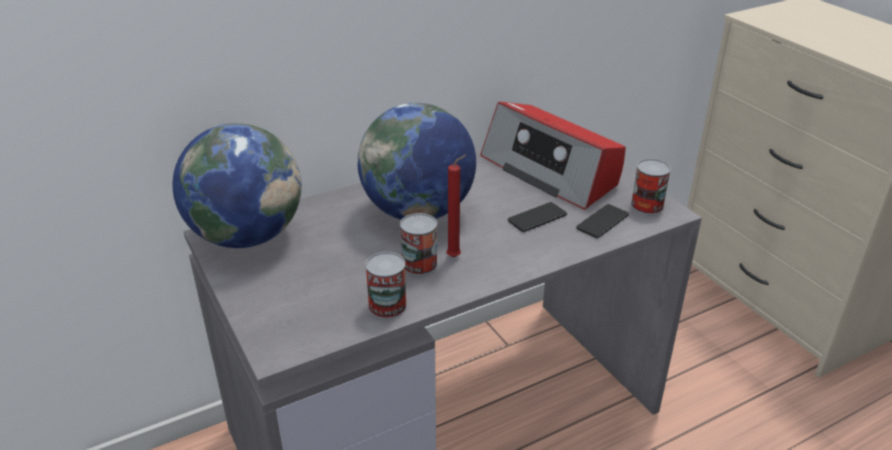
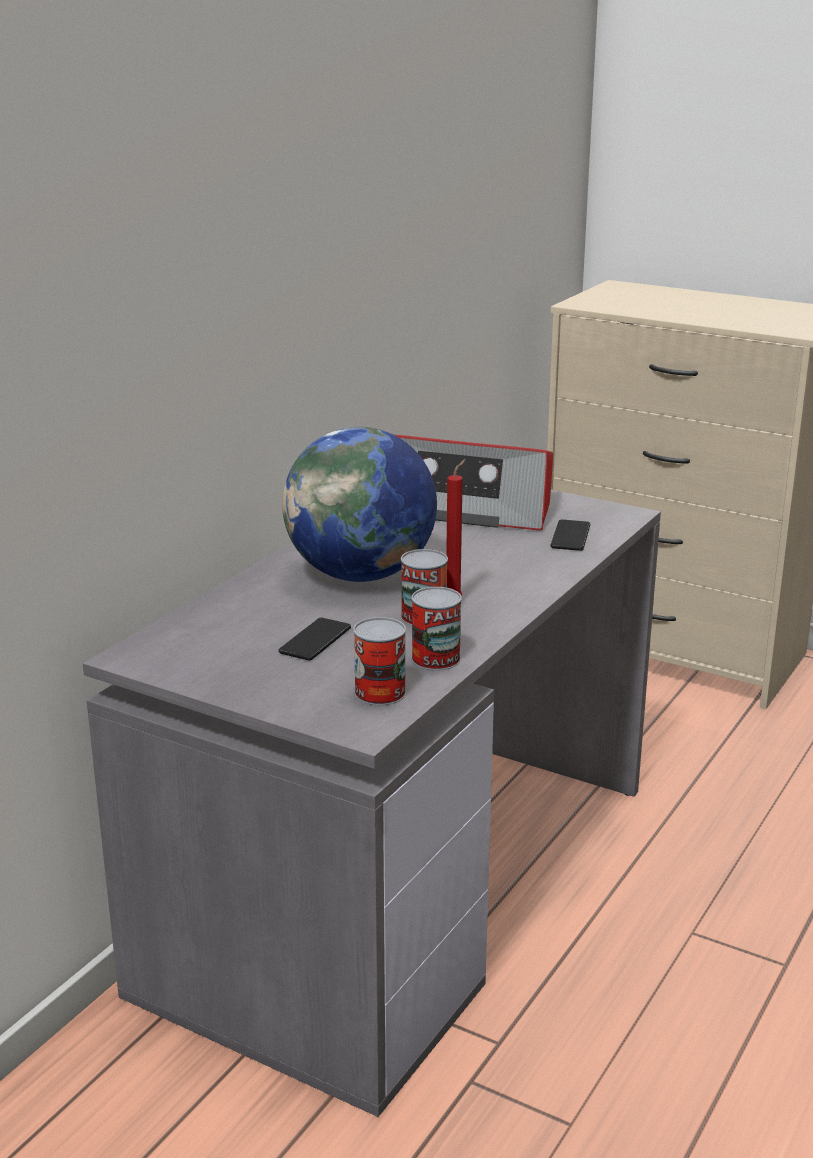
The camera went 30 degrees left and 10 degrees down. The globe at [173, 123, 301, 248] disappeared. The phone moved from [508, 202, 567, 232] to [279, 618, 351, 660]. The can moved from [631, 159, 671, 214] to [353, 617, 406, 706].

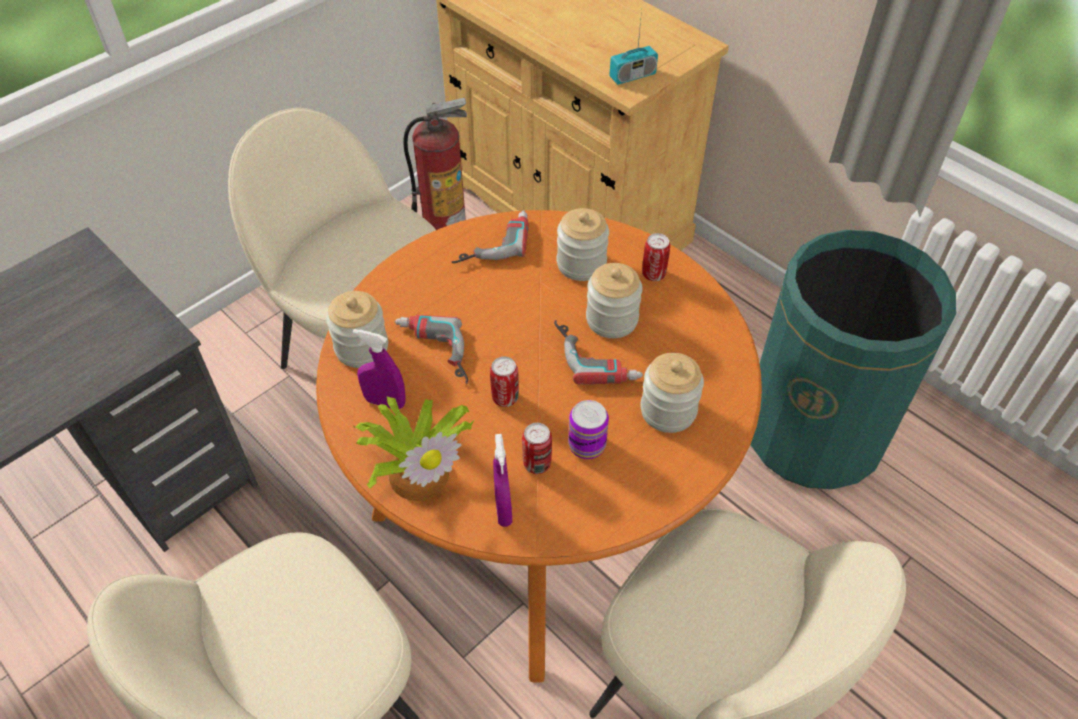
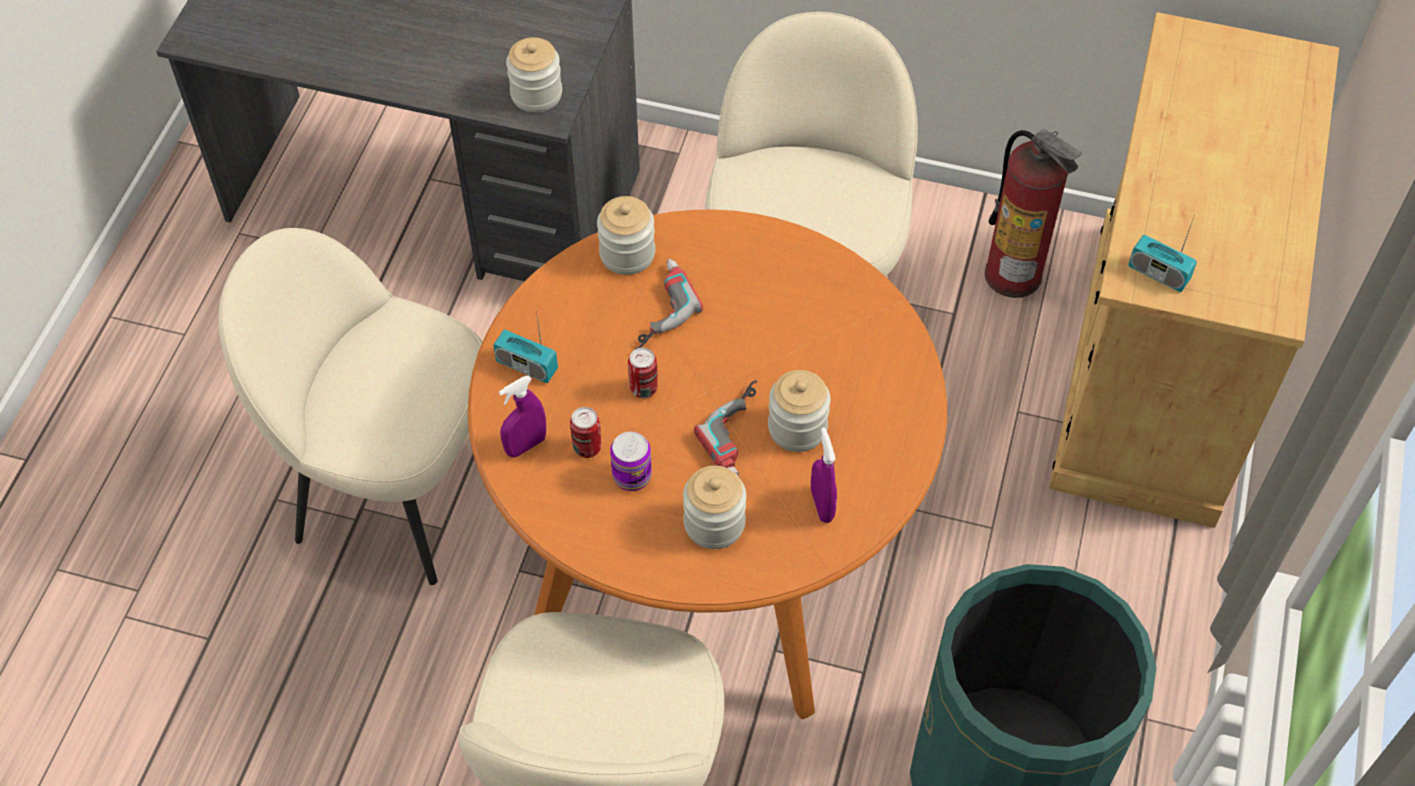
The camera went 60 degrees right and 5 degrees up. The spray bottle (purple) moved from [353, 329, 405, 409] to [811, 427, 837, 523]. The potted plant at [353, 397, 474, 501] was replaced by the radio at [493, 310, 558, 383]. The power drill at [452, 210, 529, 263] disappeared. The jar moved from [557, 208, 609, 281] to [506, 37, 562, 112]. The can at [642, 233, 670, 281] disappeared.

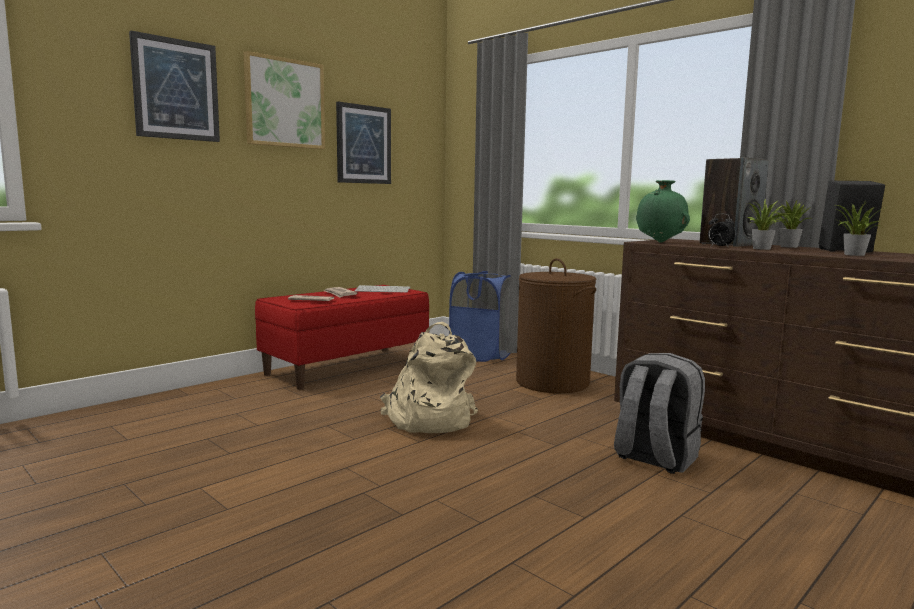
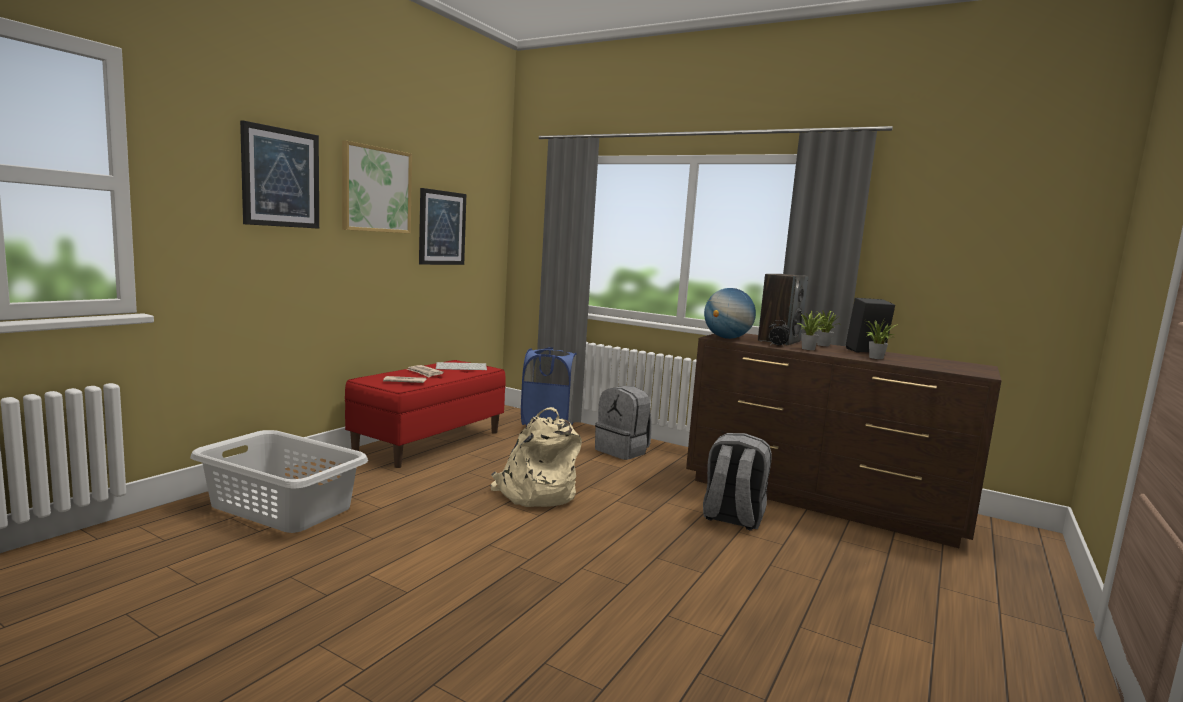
The camera went 15 degrees left and 0 degrees up. The laundry basket (brown) at [516, 258, 596, 393] was replaced by the backpack (grey) at [595, 386, 652, 460]. The vase (green) at [636, 180, 690, 242] was replaced by the globe at [704, 288, 756, 339]. The laundry basket (grey) at [190, 430, 368, 533] appeared.

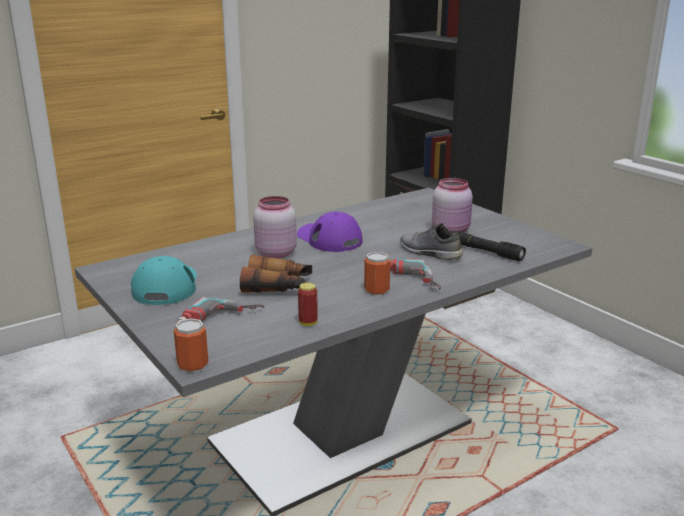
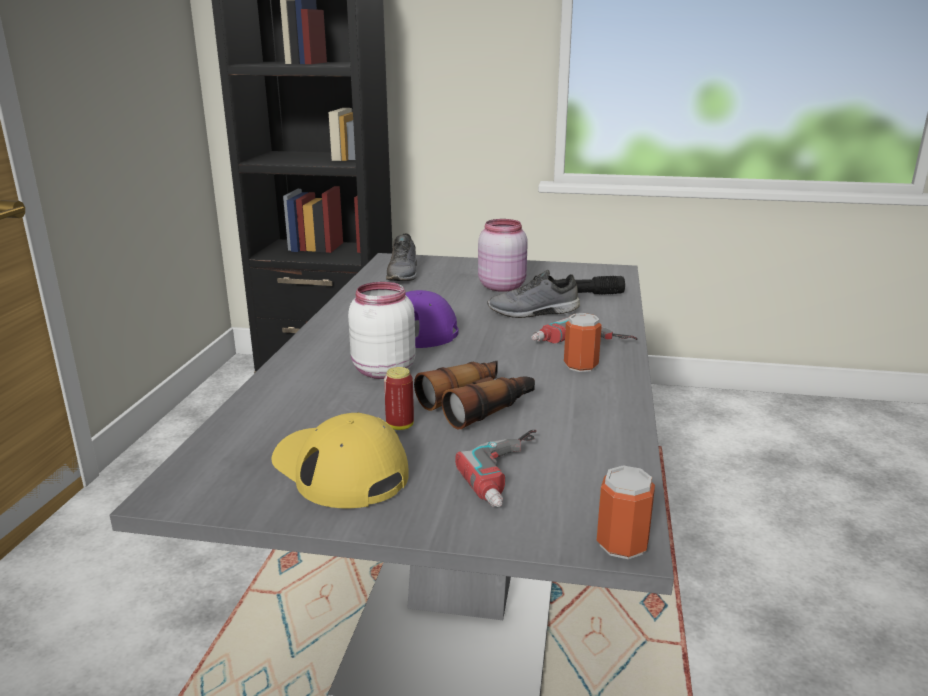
The camera went 45 degrees left and 0 degrees up. The cap (turquoise) at [131, 256, 197, 305] became the cap (yellow) at [271, 412, 409, 508]. The jar (pink) at [253, 196, 297, 259] became the jar (white) at [348, 282, 416, 379]. The can moved from [298, 283, 318, 326] to [384, 367, 414, 430]. The shoe (grey) at [386, 233, 417, 281] appeared.

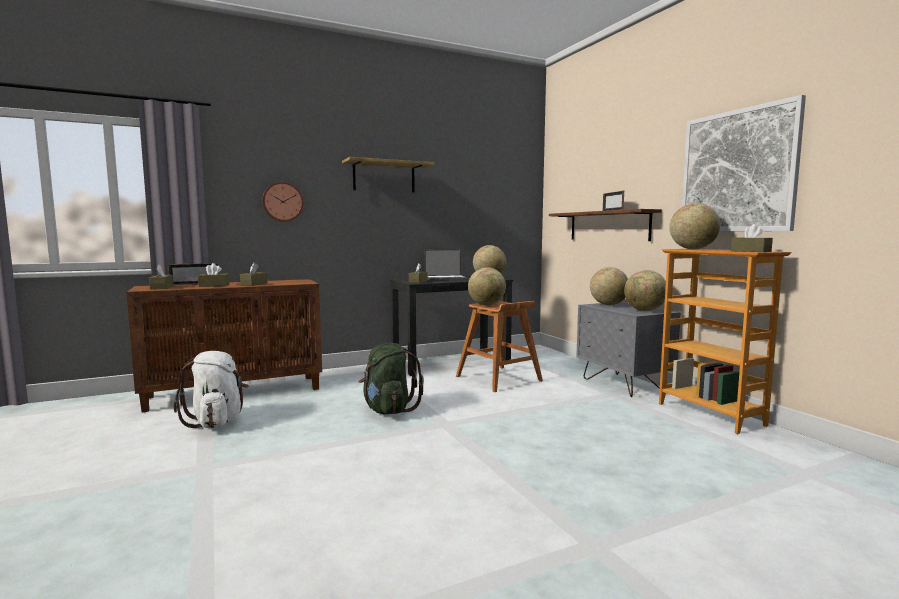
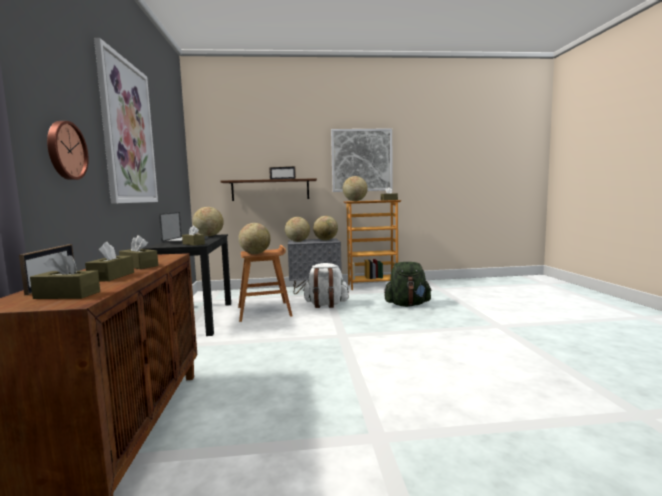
The camera went 70 degrees left and 0 degrees up. The backpack (white) moved from [174, 351, 249, 428] to [304, 263, 349, 308]. The shelf at [342, 157, 434, 192] was replaced by the picture at [94, 38, 158, 204]. The backpack (green) moved from [359, 343, 424, 414] to [384, 262, 432, 307].

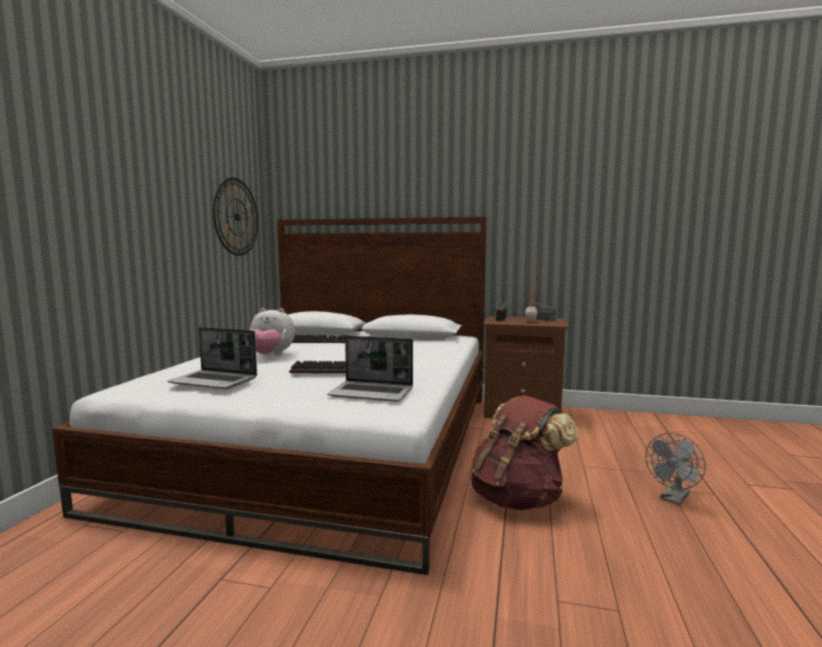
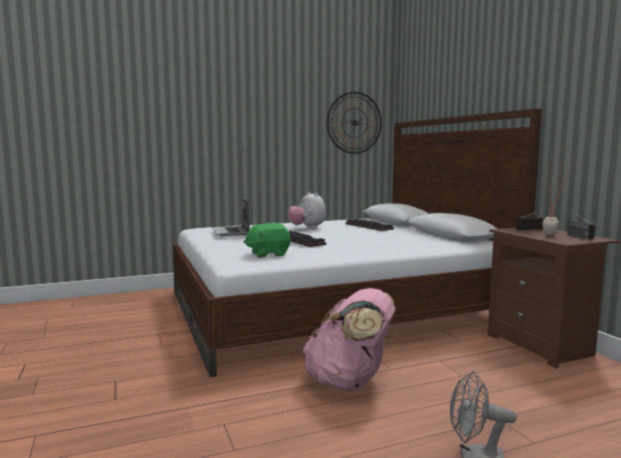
The camera went 55 degrees right and 0 degrees up. The laptop at [327, 336, 413, 402] was replaced by the plush toy (green) at [244, 223, 291, 258]. The backpack (brown) at [470, 396, 579, 510] became the backpack (pink) at [303, 288, 396, 391].

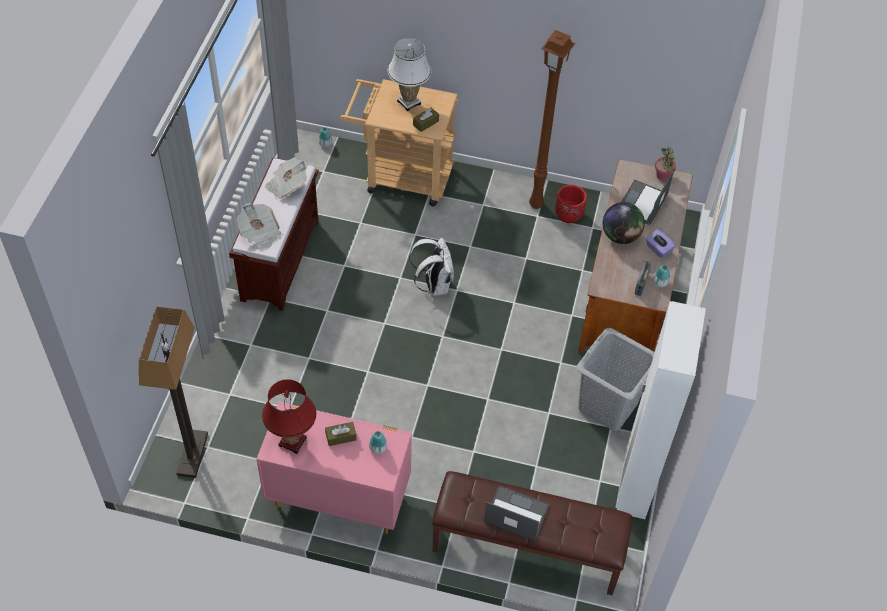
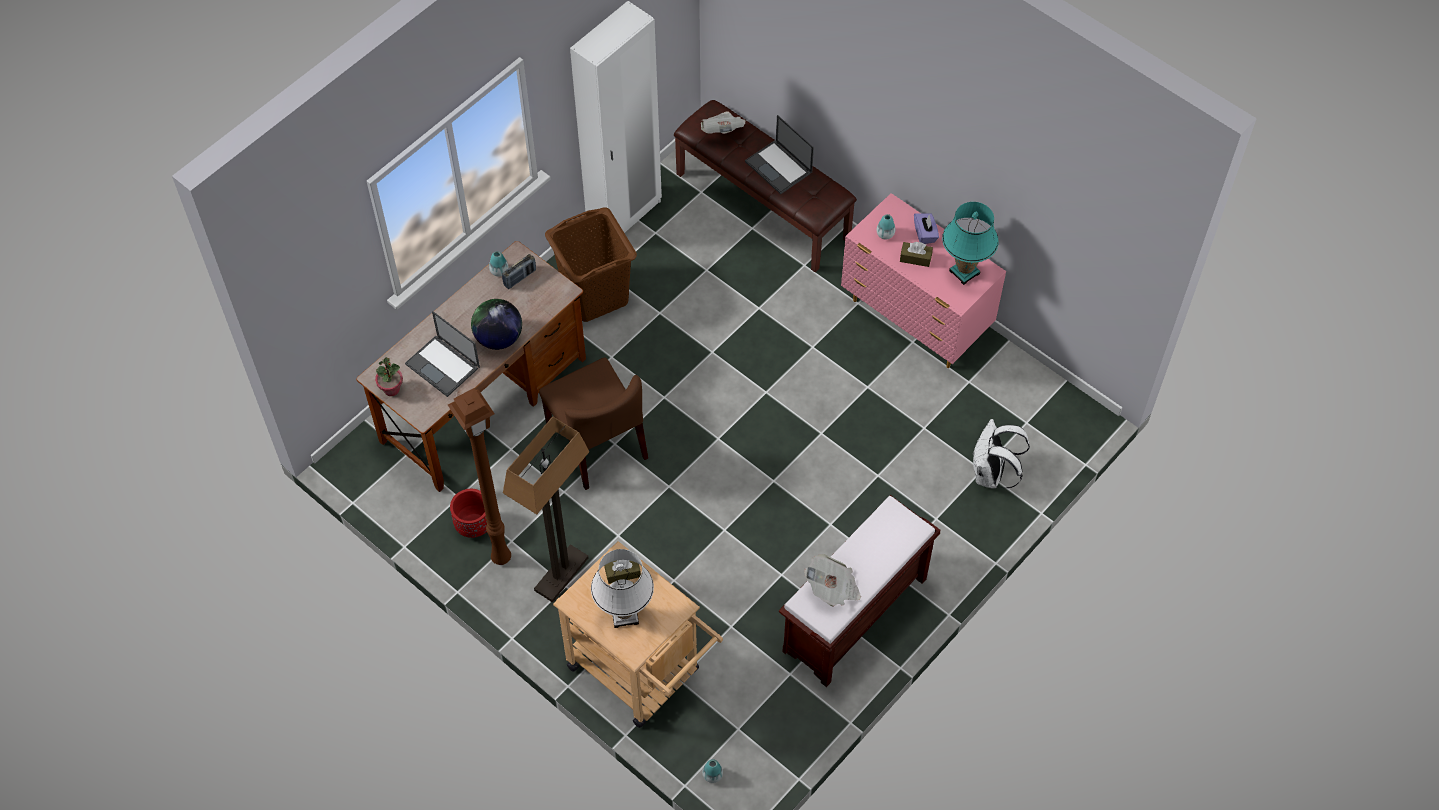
The camera went 150 degrees left and 5 degrees up. The floor lamp moved from [139, 306, 208, 478] to [503, 416, 589, 602]. The newspaper moved from [236, 203, 281, 250] to [701, 112, 746, 134]. The table lamp (red) at [262, 379, 316, 454] became the table lamp (turquoise) at [942, 202, 999, 285]. The backpack (white) moved from [409, 238, 454, 296] to [973, 419, 1030, 488]. The laundry basket (grey) at [577, 328, 655, 431] became the laundry basket (brown) at [545, 207, 637, 322]. The laptop at [621, 171, 674, 225] turned 75 degrees clockwise. The tissue box (purple) moved from [646, 229, 676, 258] to [914, 213, 939, 244]. The chair (brown) at [539, 358, 648, 490] appeared.

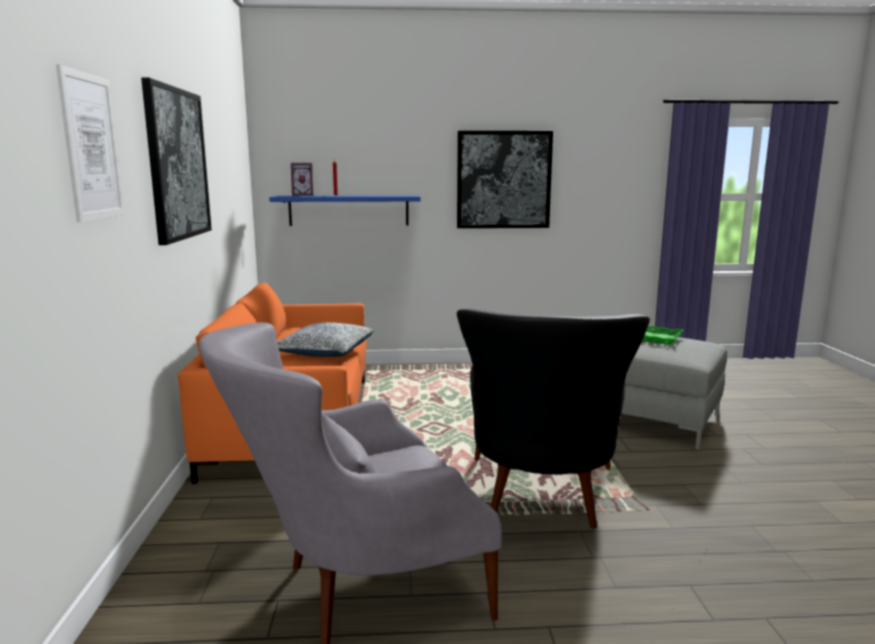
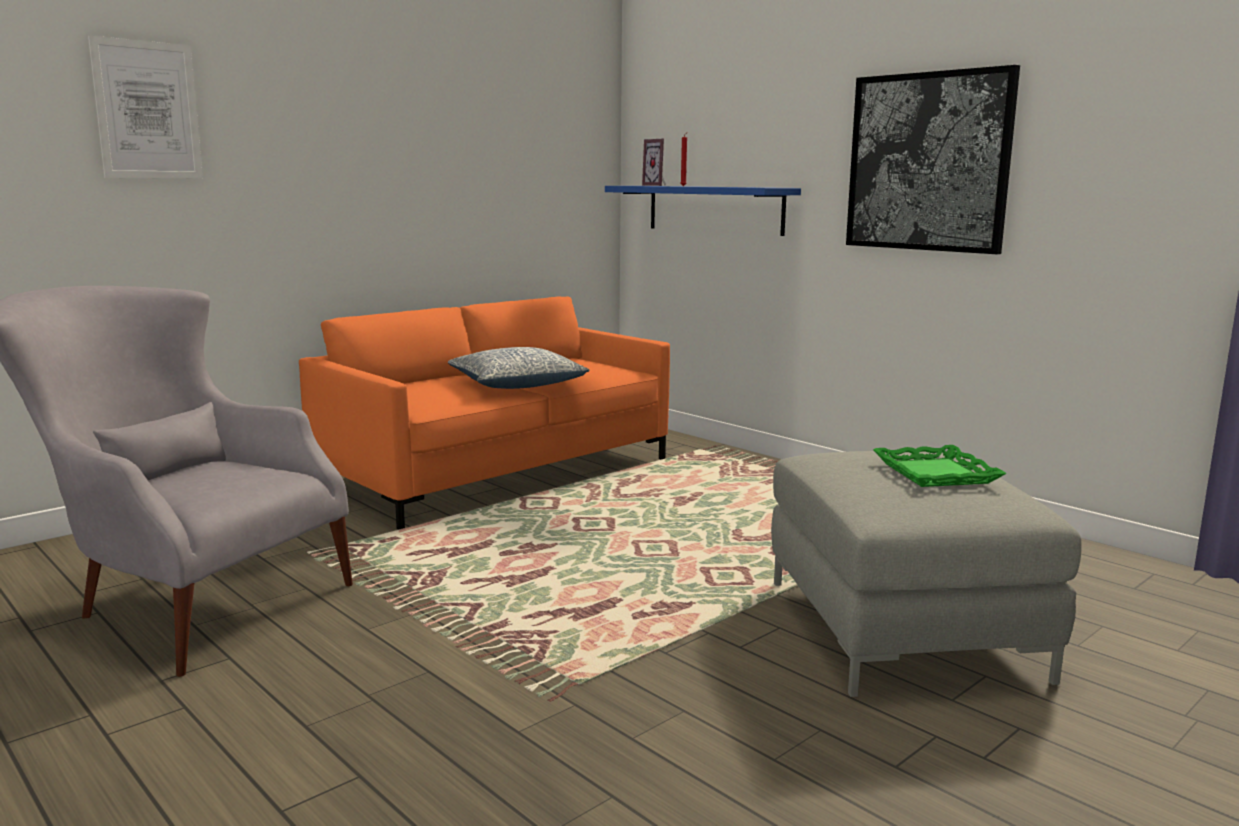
The camera went 50 degrees right and 0 degrees up. The picture at [141, 77, 212, 245] disappeared. The armchair (black) at [457, 309, 650, 529] disappeared.

